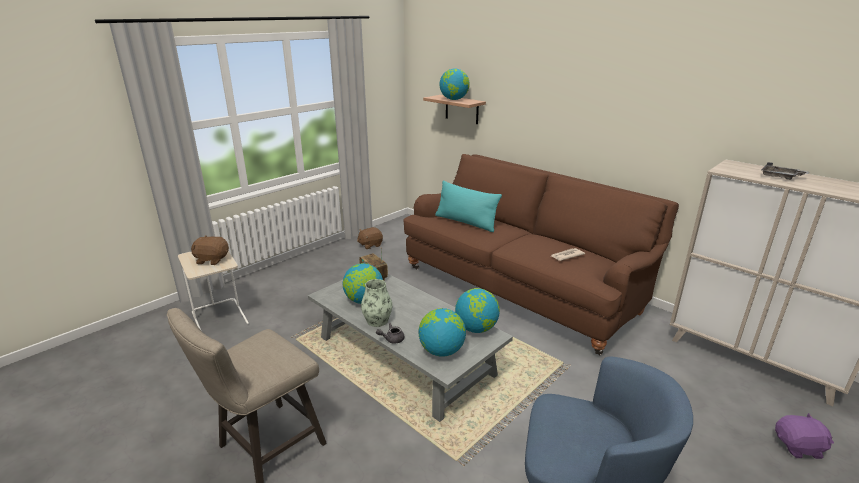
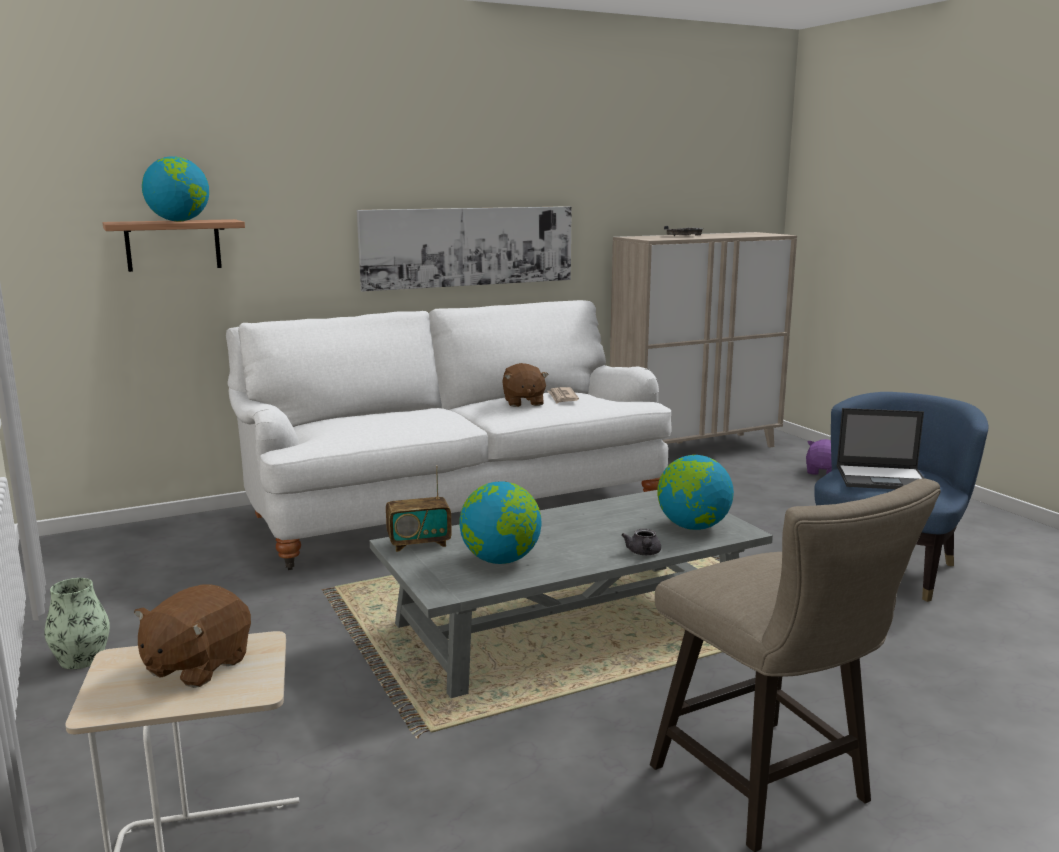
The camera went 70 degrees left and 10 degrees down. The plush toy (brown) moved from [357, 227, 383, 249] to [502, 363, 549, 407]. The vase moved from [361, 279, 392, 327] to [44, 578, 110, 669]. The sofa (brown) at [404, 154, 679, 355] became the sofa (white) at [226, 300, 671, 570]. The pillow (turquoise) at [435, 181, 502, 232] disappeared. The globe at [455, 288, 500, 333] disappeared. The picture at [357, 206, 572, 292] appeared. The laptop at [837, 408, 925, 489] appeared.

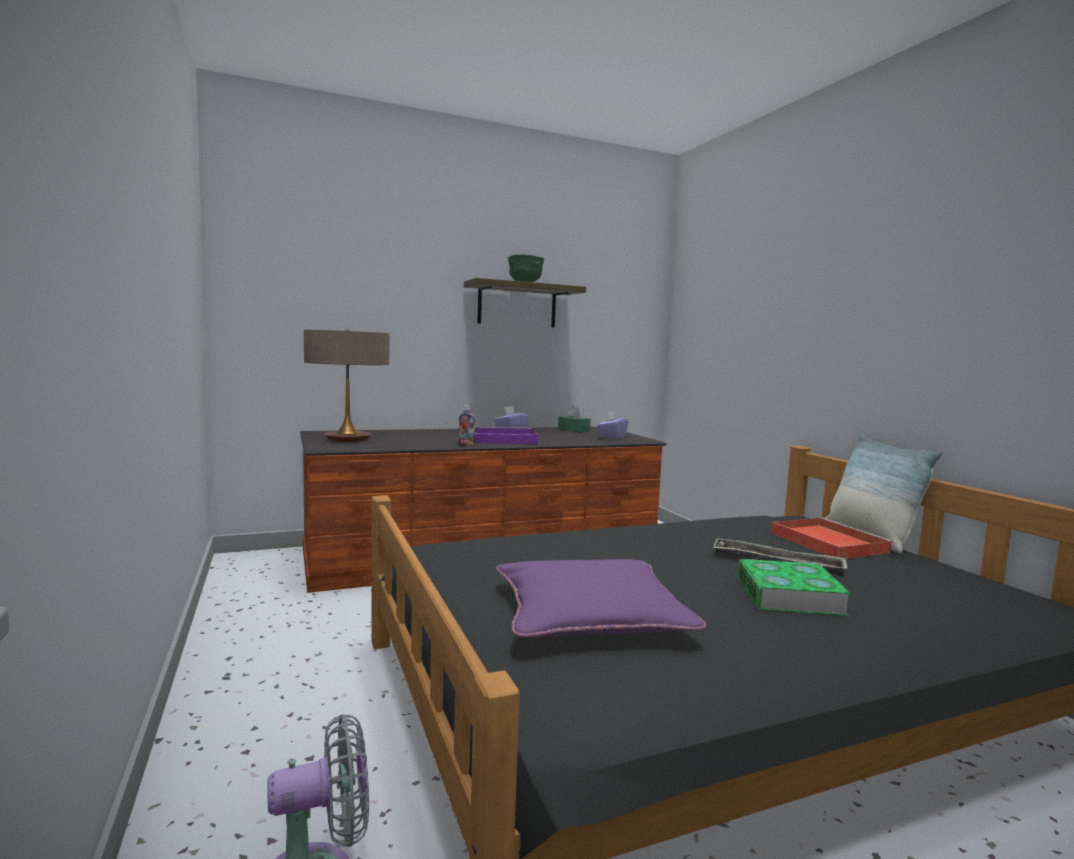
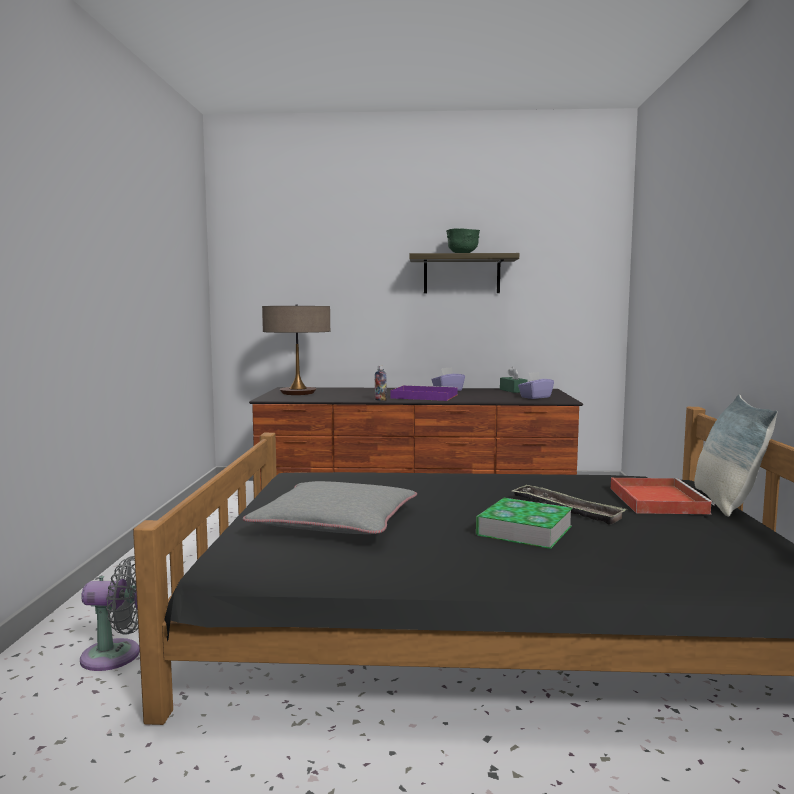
The camera went 25 degrees right and 0 degrees up. The pillow (purple) at [496, 559, 706, 637] became the pillow (grey) at [243, 481, 417, 534].

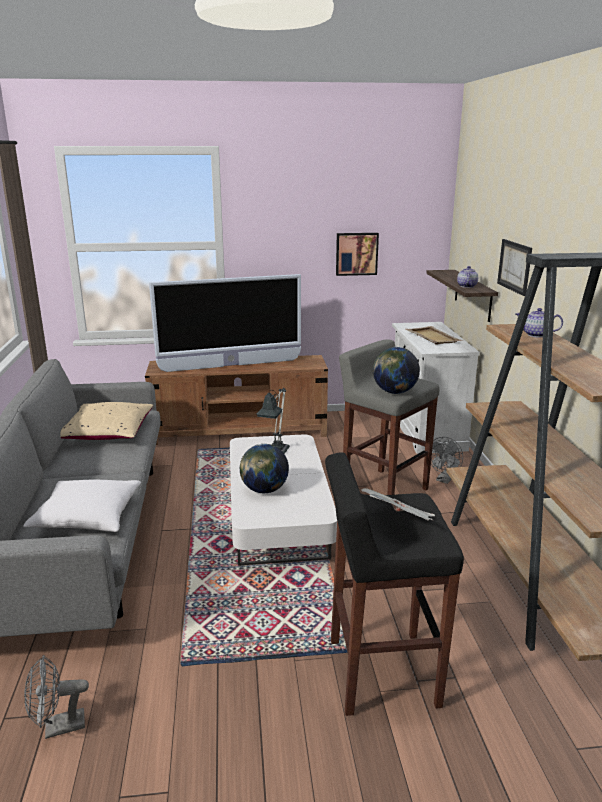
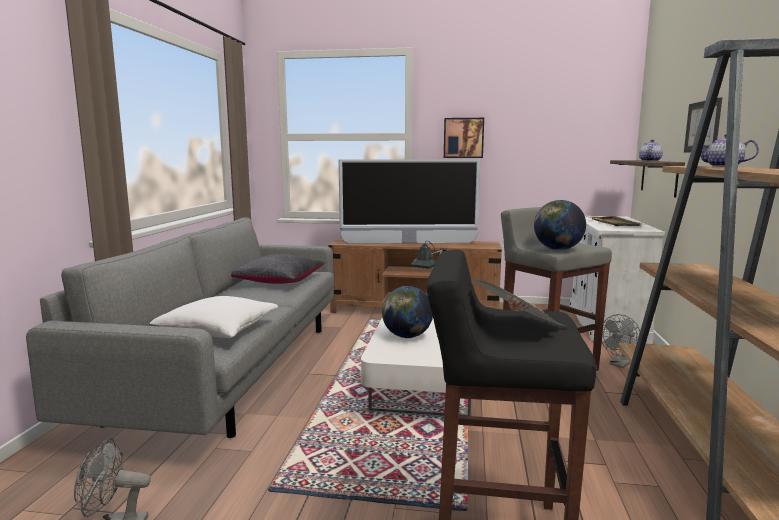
The camera went 15 degrees right and 10 degrees down. The pillow (beige) at [60, 402, 153, 440] became the pillow (black) at [231, 254, 325, 284]. The picture moved from [336, 233, 379, 276] to [444, 118, 484, 158].

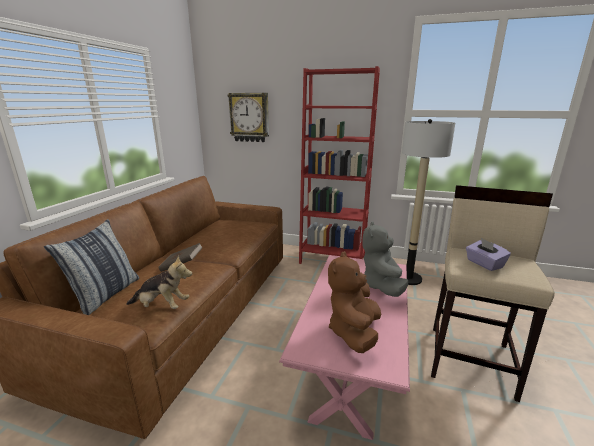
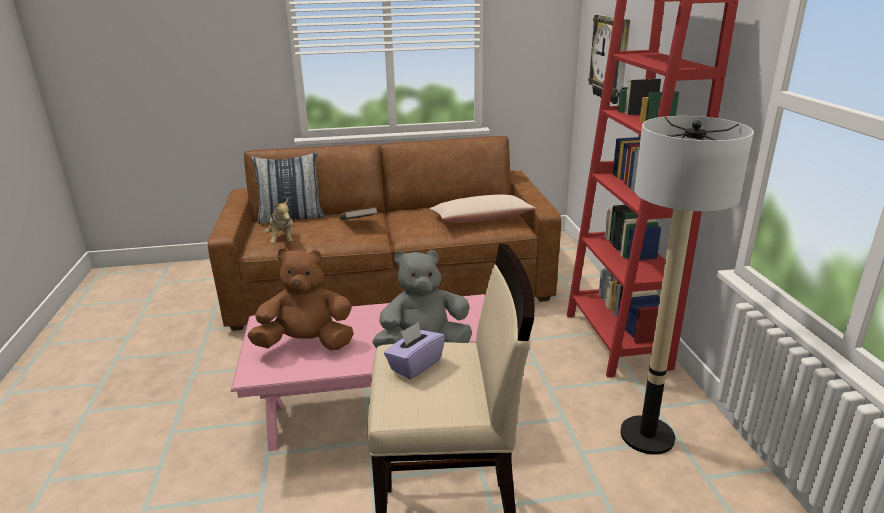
The camera went 65 degrees right and 5 degrees up. The pillow (beige) at [429, 194, 535, 223] appeared.

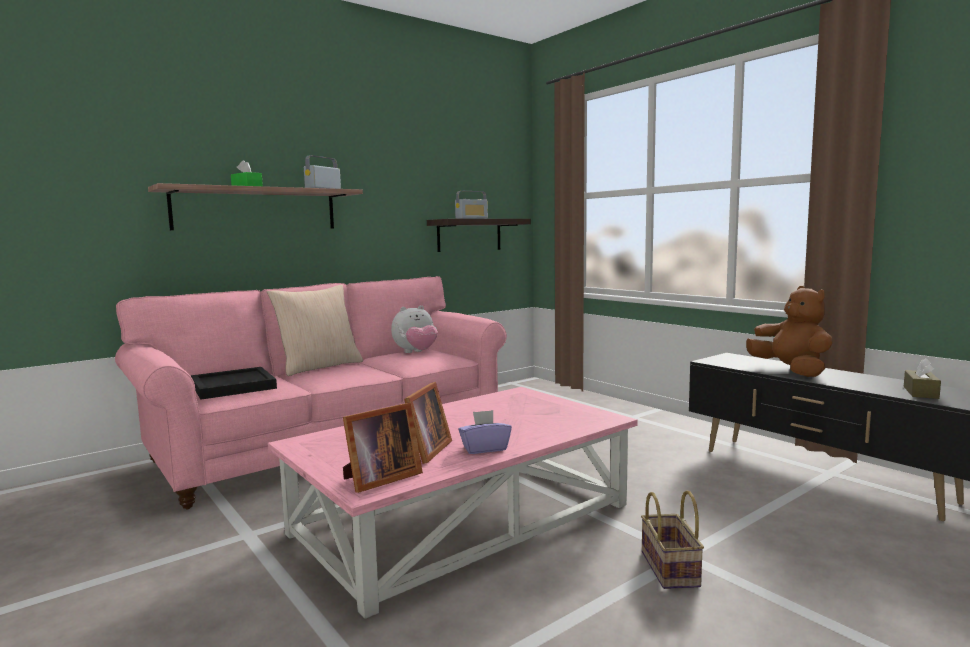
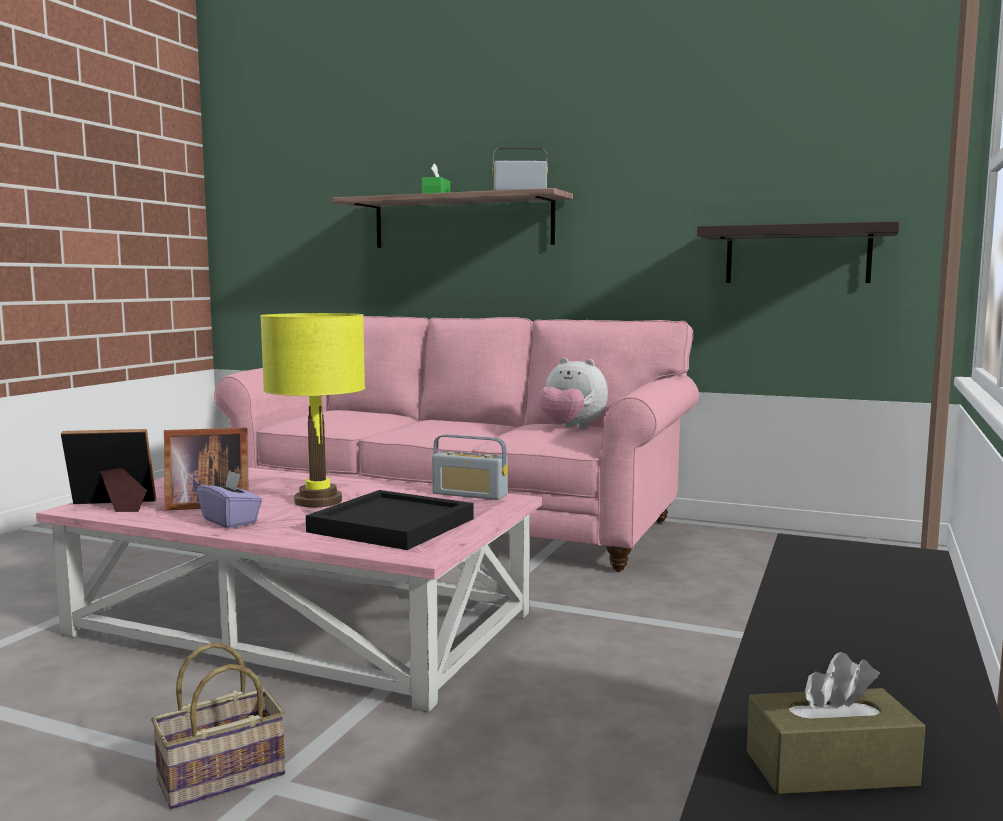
The camera went 60 degrees right and 0 degrees up. The tray (black) moved from [191, 367, 277, 400] to [306, 490, 474, 550]. The pillow (beige) at [267, 285, 363, 376] disappeared. The picture frame at [343, 403, 423, 493] turned 150 degrees clockwise. The radio moved from [455, 191, 488, 219] to [432, 434, 508, 500]. The plush toy (brown) at [746, 286, 833, 377] disappeared. The table lamp (yellow) at [260, 313, 365, 507] appeared.

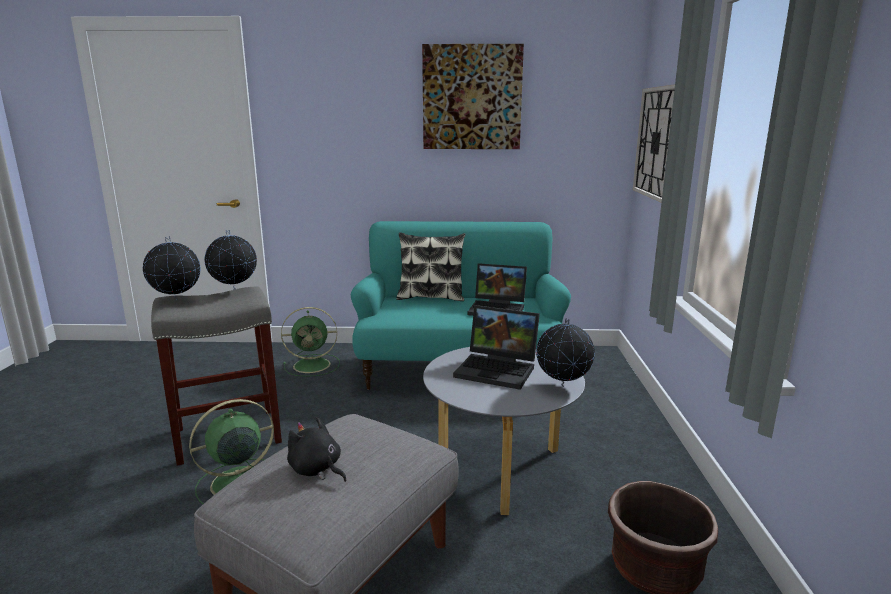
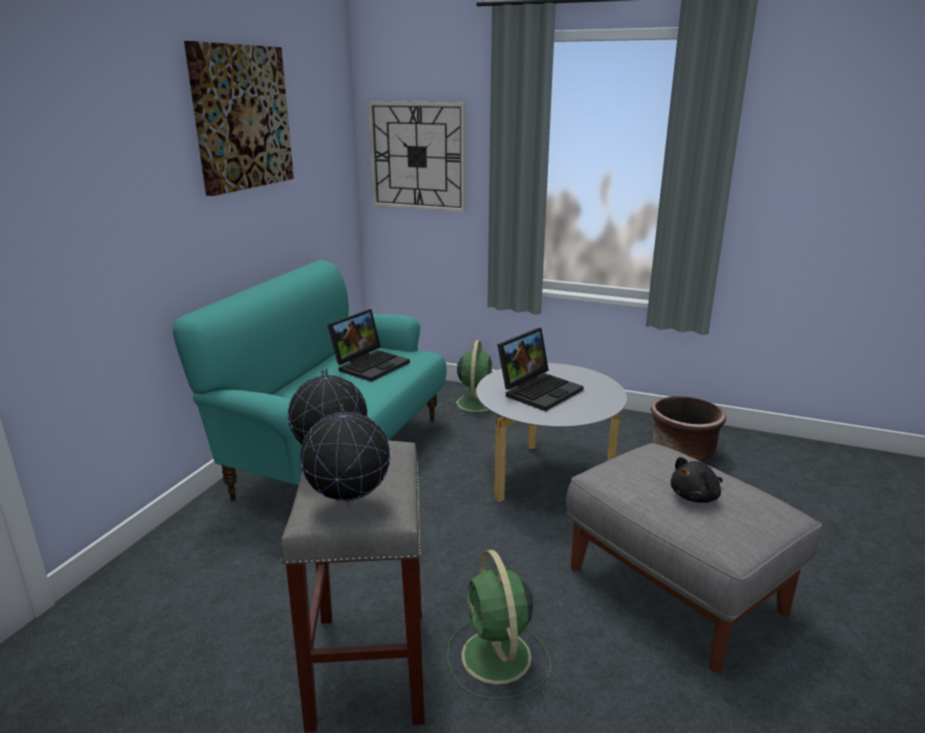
The camera went 70 degrees left and 5 degrees up. The fan (green) moved from [281, 307, 340, 377] to [448, 340, 493, 416]. The pillow at [396, 232, 465, 301] disappeared. The globe at [536, 318, 595, 387] disappeared.

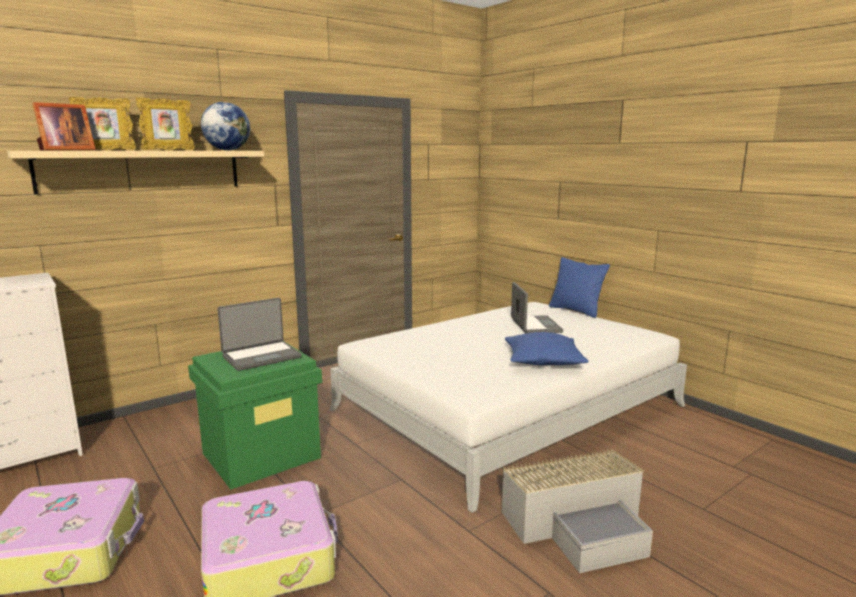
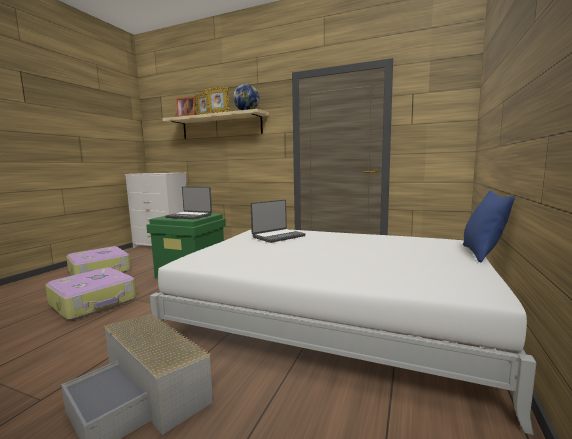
The camera went 60 degrees right and 5 degrees down. The pillow (blue) at [505, 332, 588, 365] disappeared. The laptop moved from [511, 282, 563, 334] to [250, 199, 306, 243].

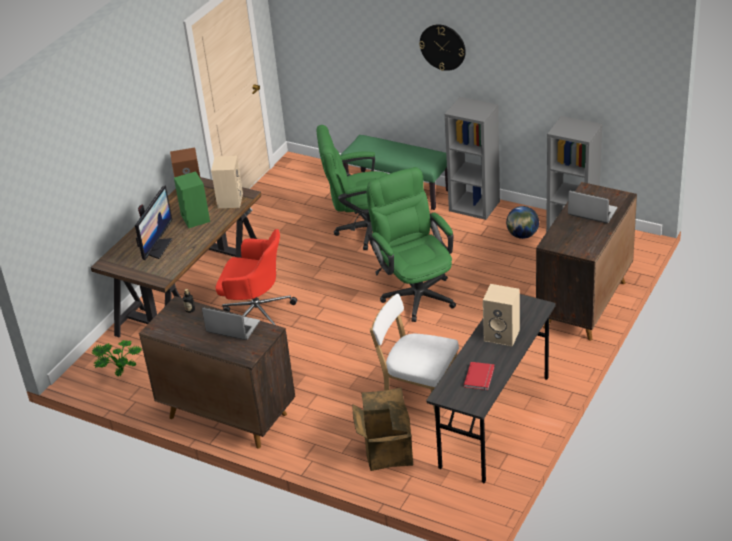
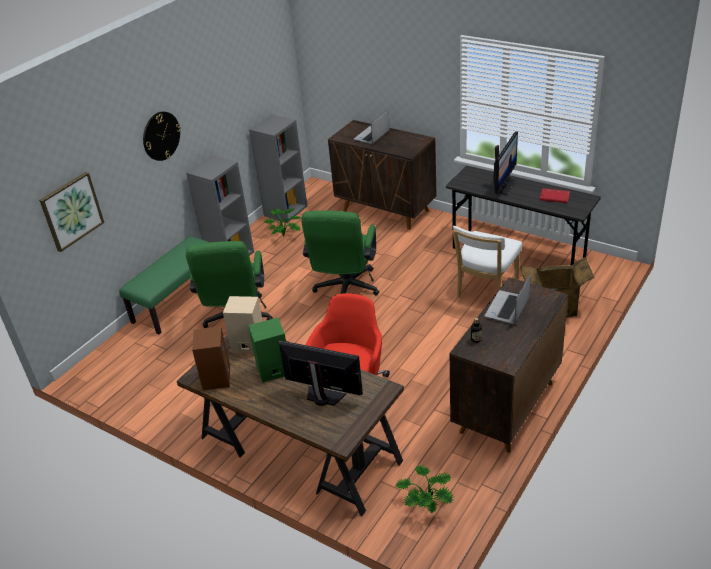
The camera went 85 degrees left and 0 degrees up. The office chair (green) at [366, 167, 456, 322] turned 60 degrees counterclockwise. The speaker (beige) at [483, 284, 520, 347] was replaced by the monitor at [494, 131, 518, 196]. The globe at [506, 206, 539, 239] was replaced by the potted plant at [265, 208, 301, 236]. The picture at [39, 172, 104, 252] appeared.

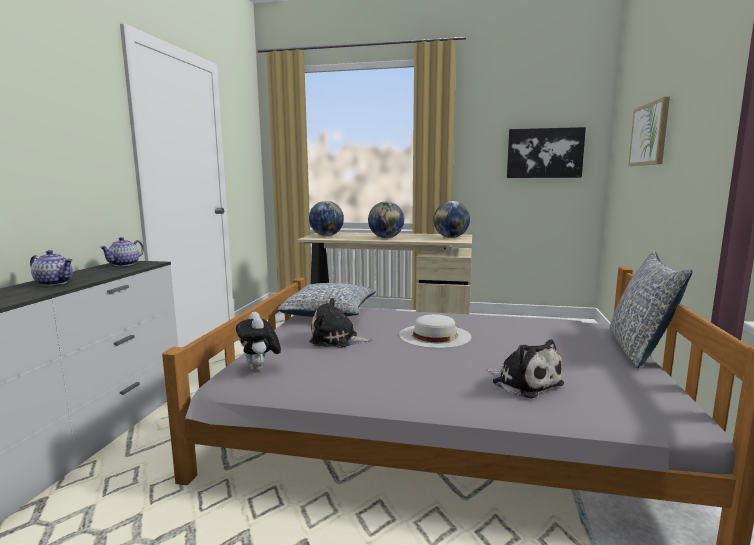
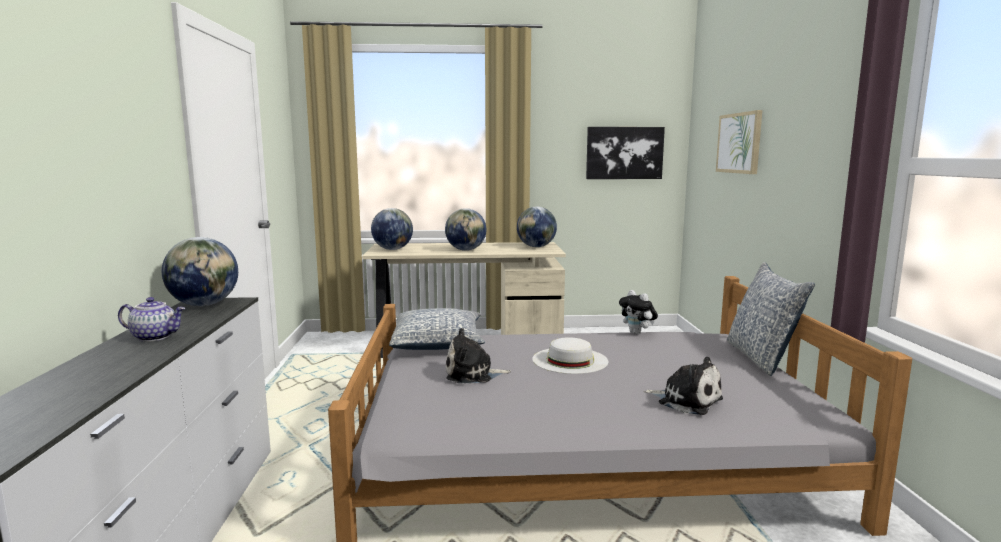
The camera went 15 degrees left and 0 degrees up. The teapot at [100, 237, 144, 266] was replaced by the globe at [162, 237, 238, 306]. The plush toy moved from [236, 312, 281, 371] to [619, 290, 658, 335].

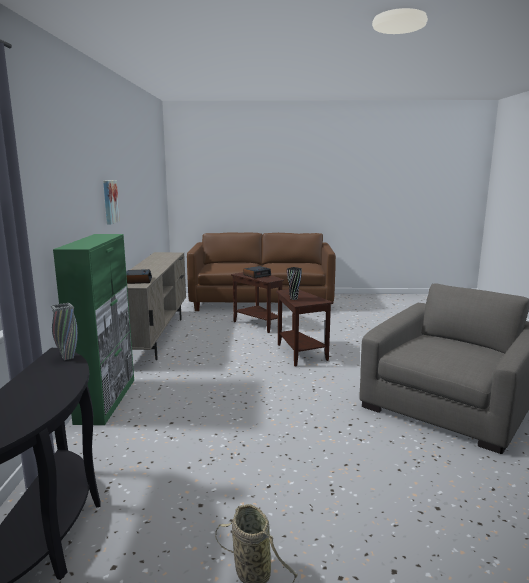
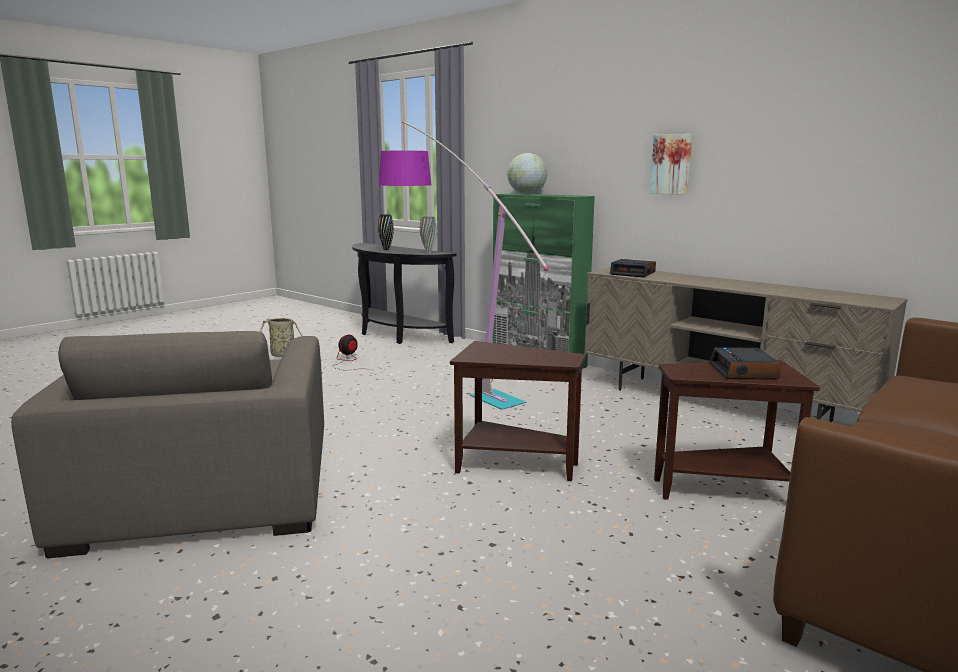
The camera went 130 degrees right and 0 degrees up. The vase (black) moved from [287, 267, 302, 300] to [378, 214, 394, 250]. The fan at [332, 335, 375, 371] appeared. The floor lamp at [379, 121, 549, 410] appeared. The globe at [507, 153, 547, 194] appeared.

